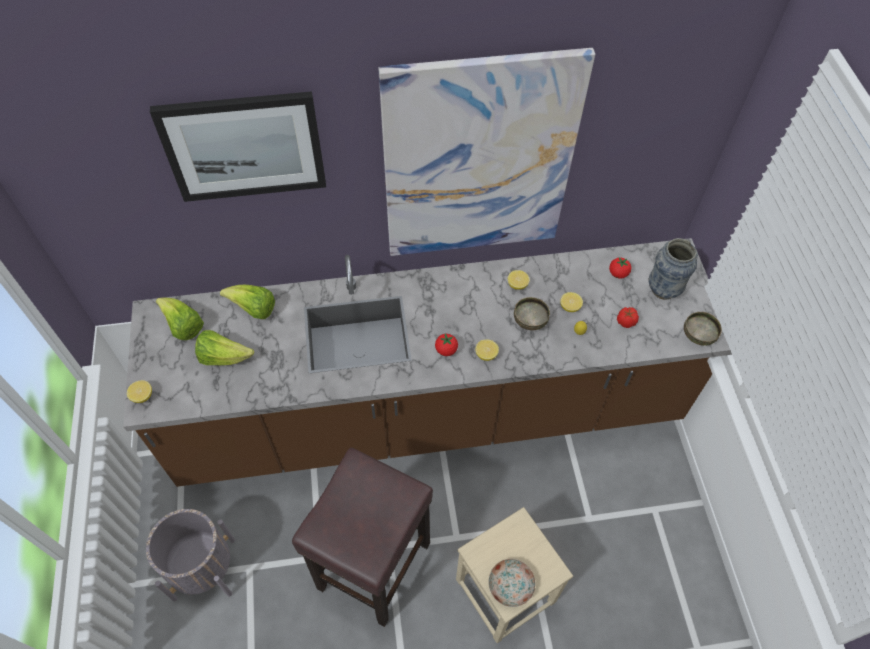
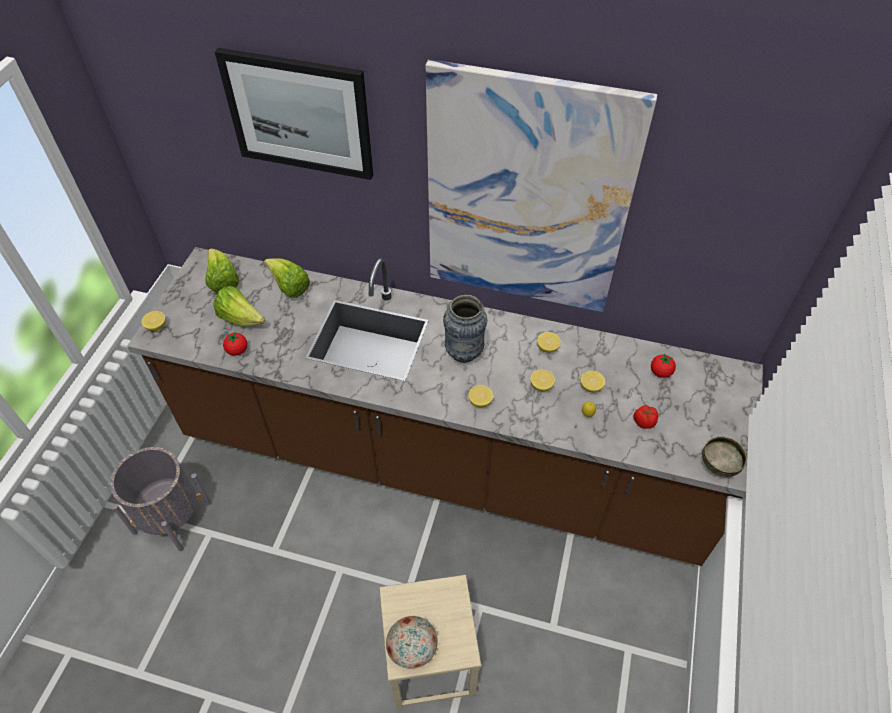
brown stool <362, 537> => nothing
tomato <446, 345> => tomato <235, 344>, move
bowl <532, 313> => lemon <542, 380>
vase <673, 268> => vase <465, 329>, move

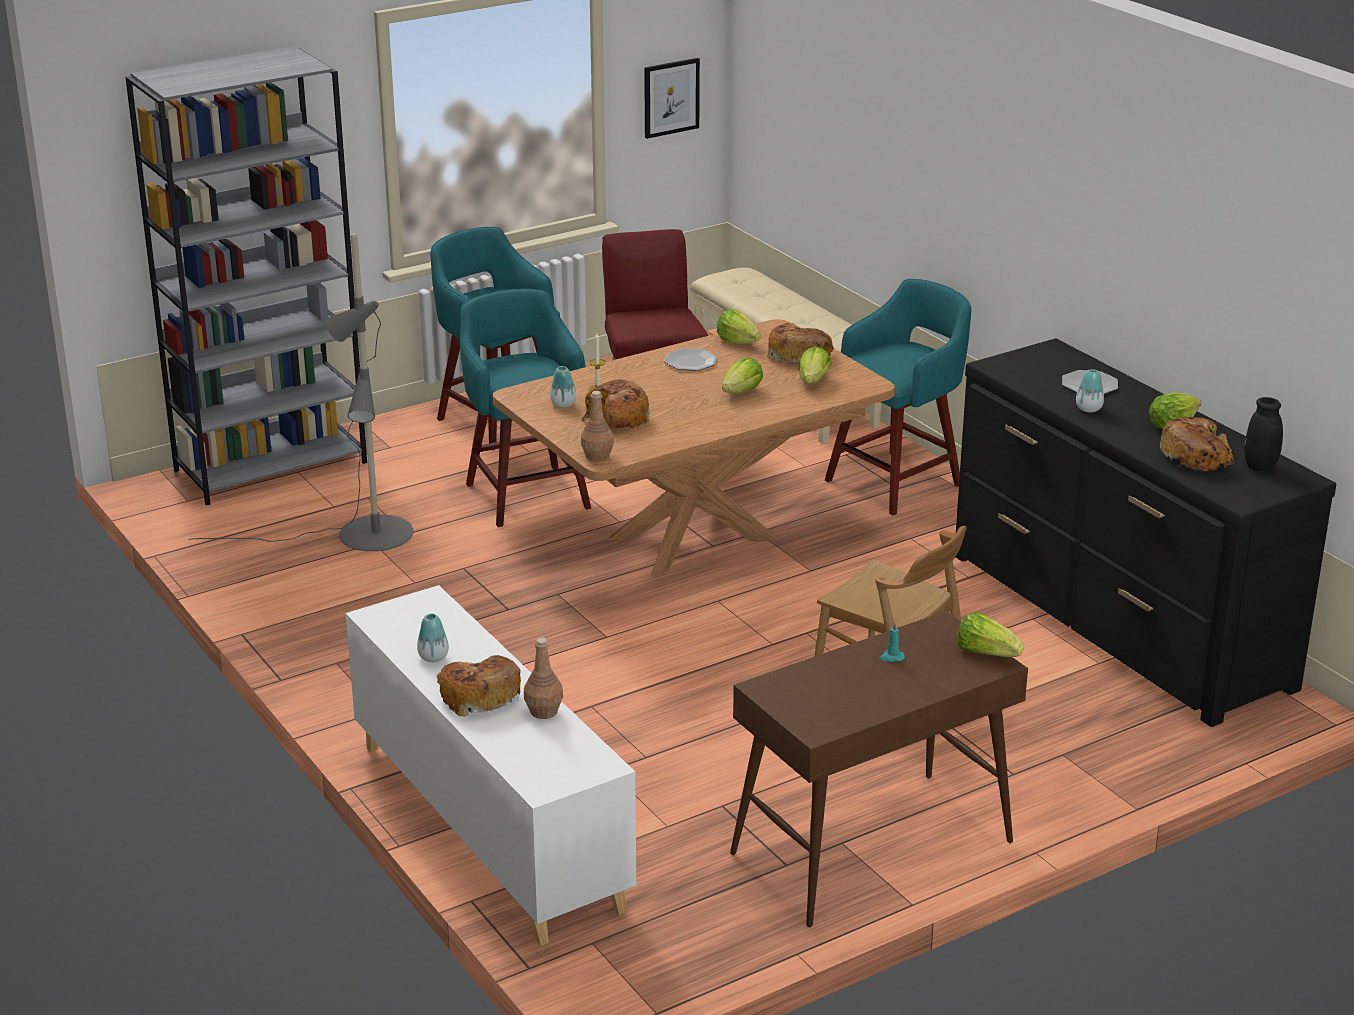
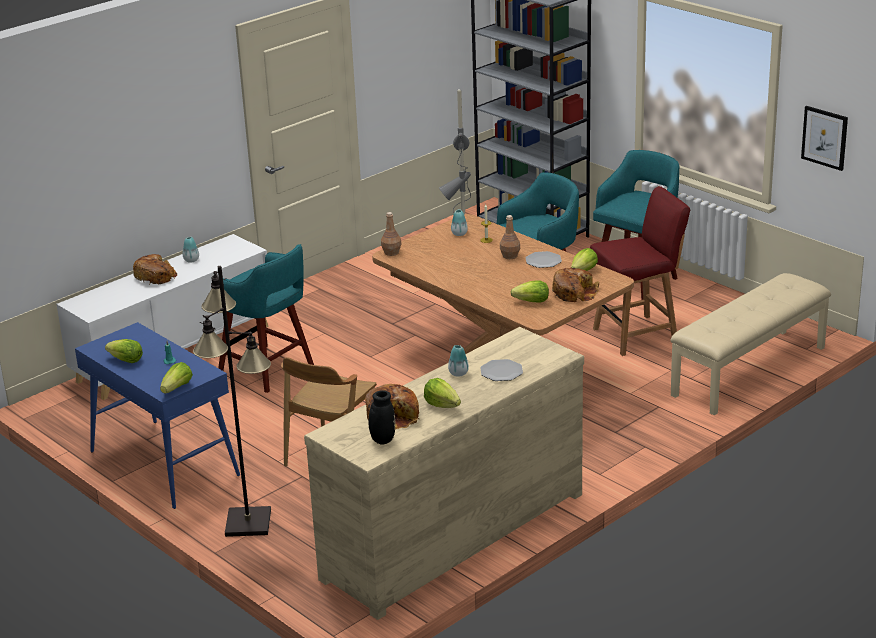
brown bottle <543, 678> => brown bottle <510, 237>, move
bread <615, 404> => nothing
lettuce <742, 375> => lettuce <124, 351>, move
brown console table <879, 769> => blue console table <157, 415>
turquoise stool <898, 397> => turquoise stool <266, 318>, move
black dresser <1146, 532> => beige dresser <444, 473>
nothing => black floor lamp <232, 401>

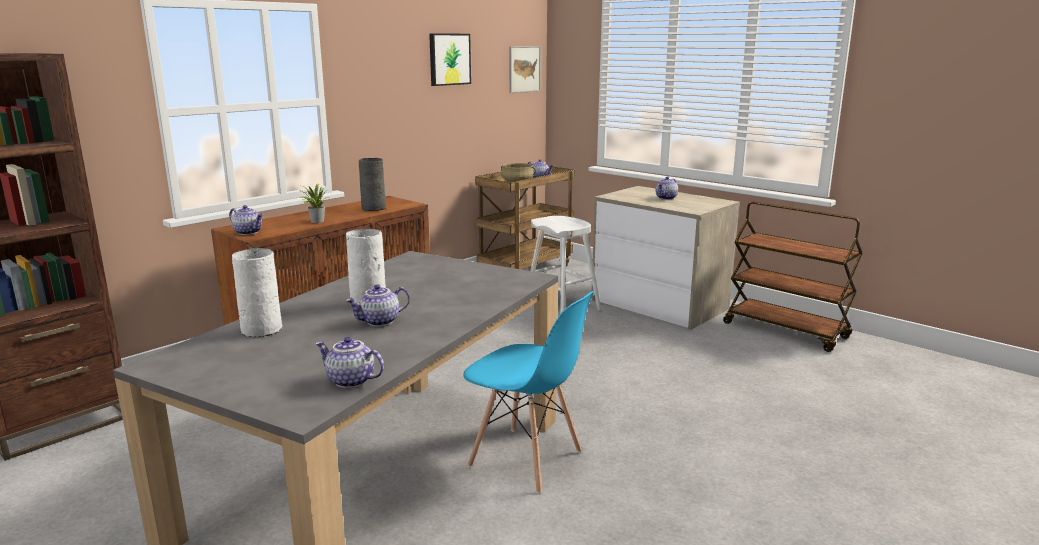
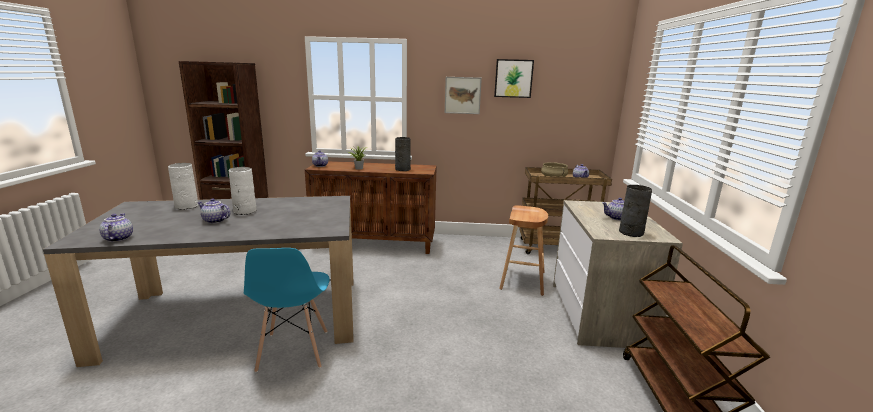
picture <525, 69> => picture <463, 95>, move
white stool <565, 265> => brown stool <523, 250>
nothing => grey vase <635, 211>

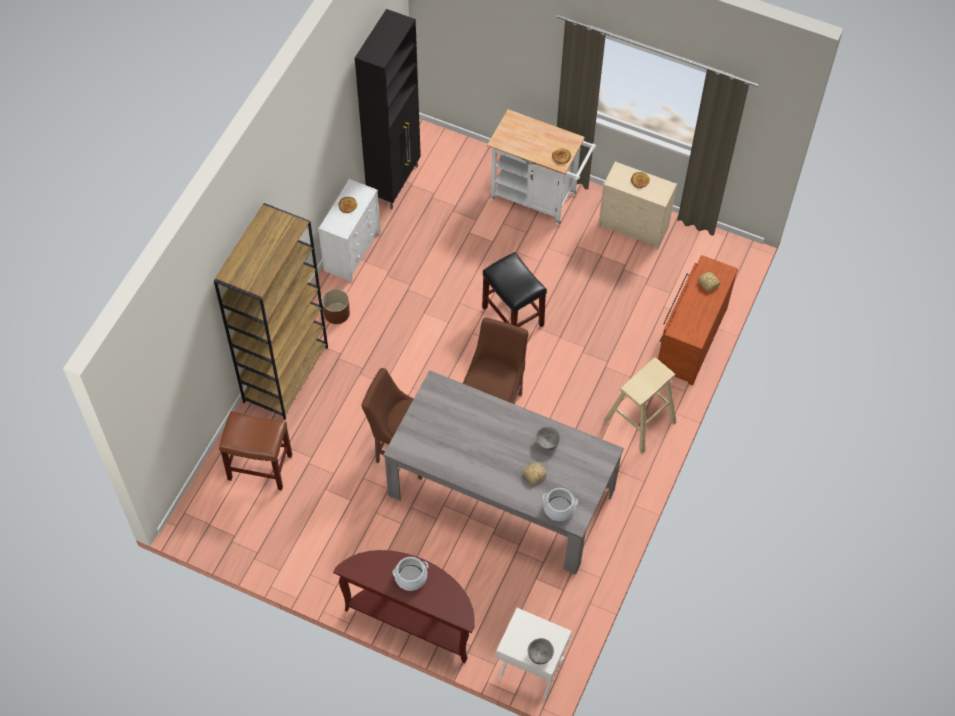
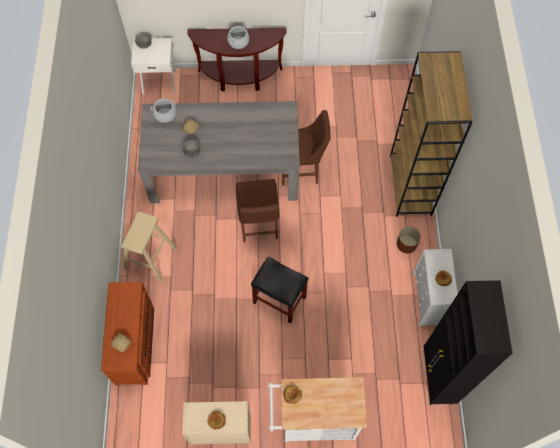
brown stool <255, 450> => nothing

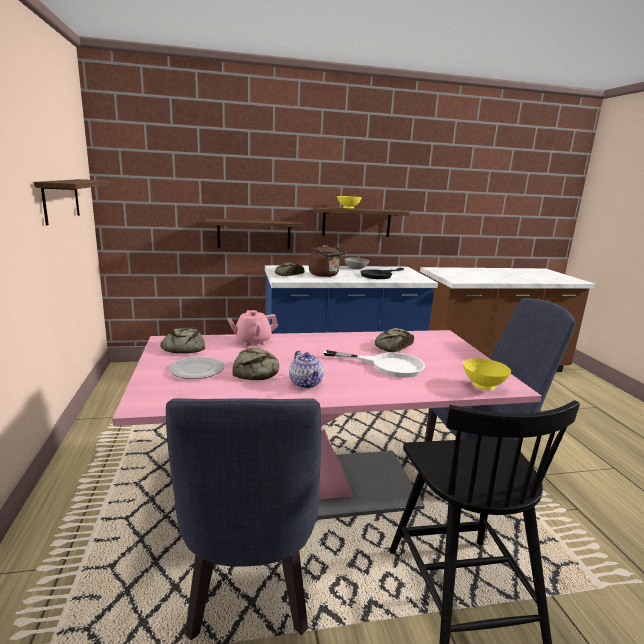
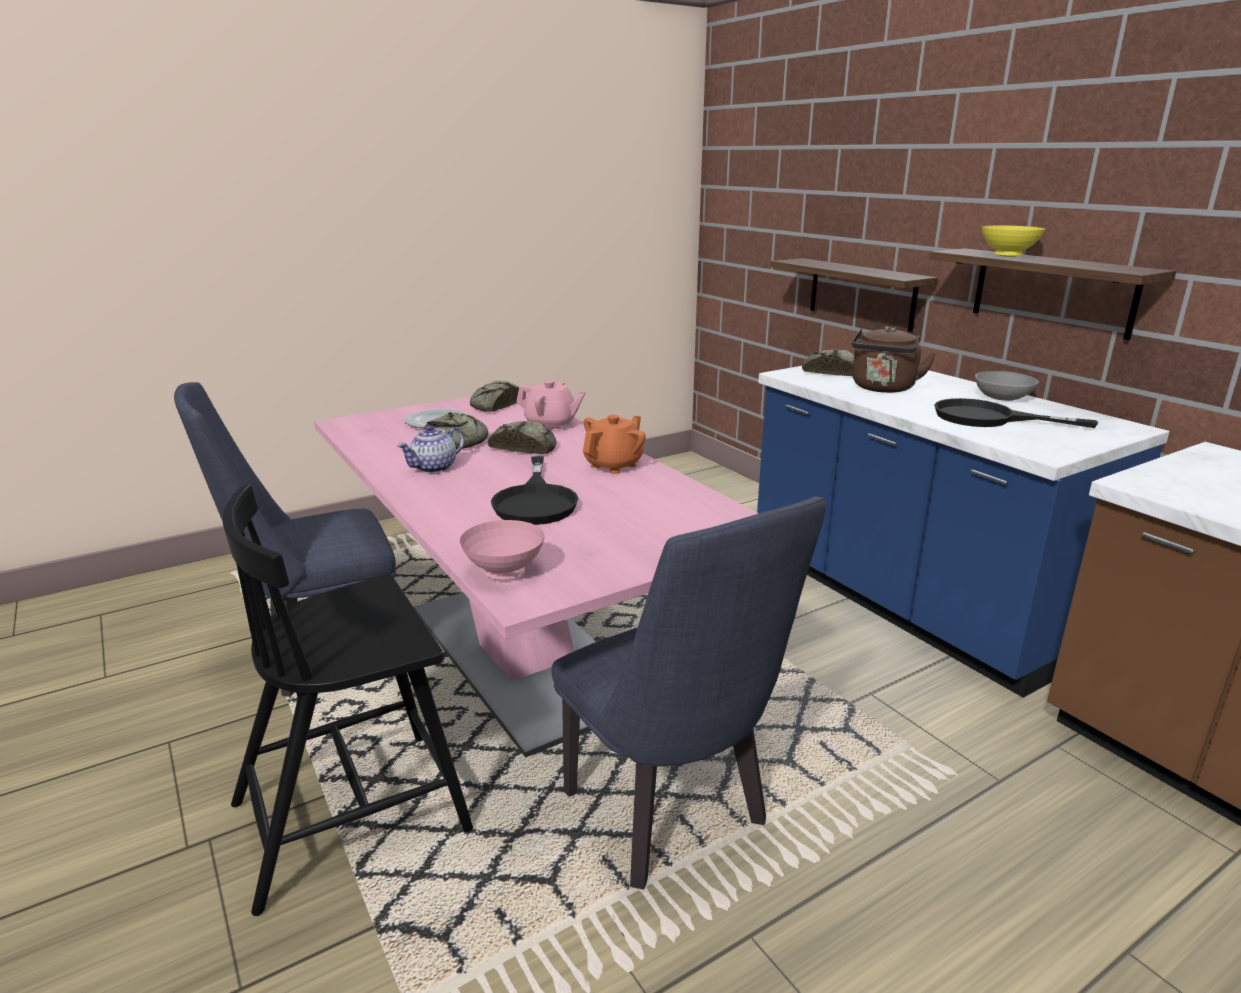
shelf <72, 202> => nothing
pink teapot <252, 328> => pink teapot <550, 405>, 150 degrees clockwise
white frying pan <374, 364> => black frying pan <535, 490>
bread <394, 340> => bread <522, 437>, move
yellow bowl <487, 374> => pink bowl <502, 549>
nothing => orange teapot <614, 444>

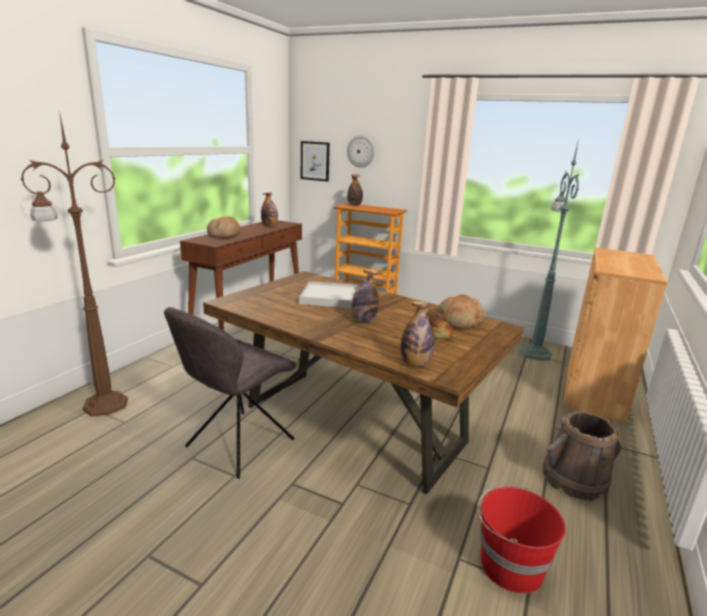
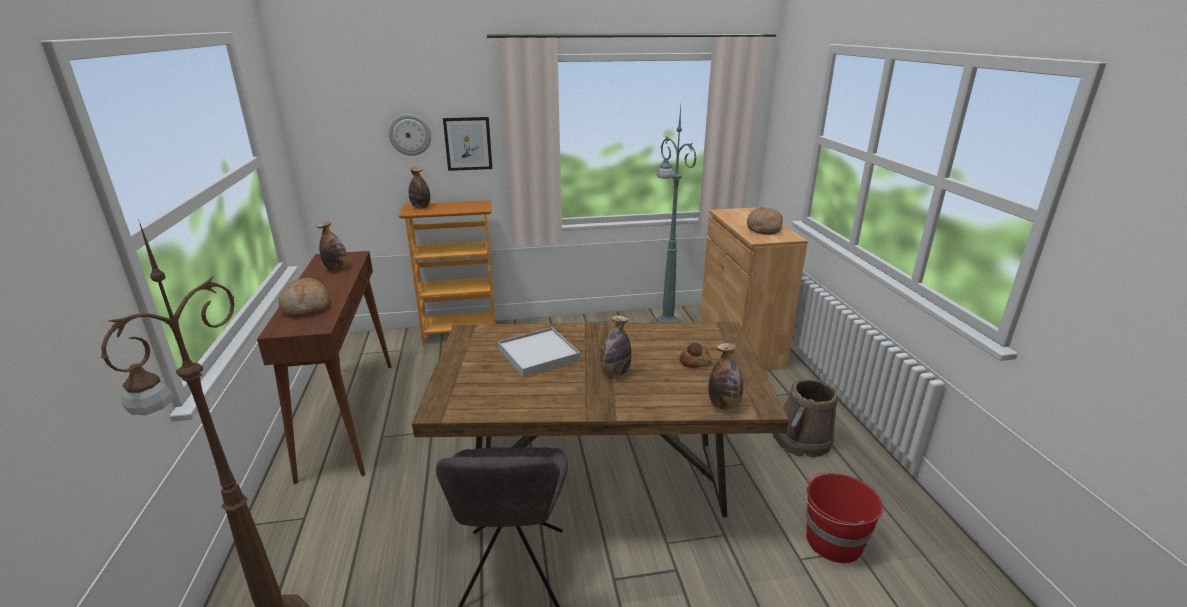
picture <315, 161> => picture <467, 144>, move
bread <461, 311> => bread <765, 221>, move

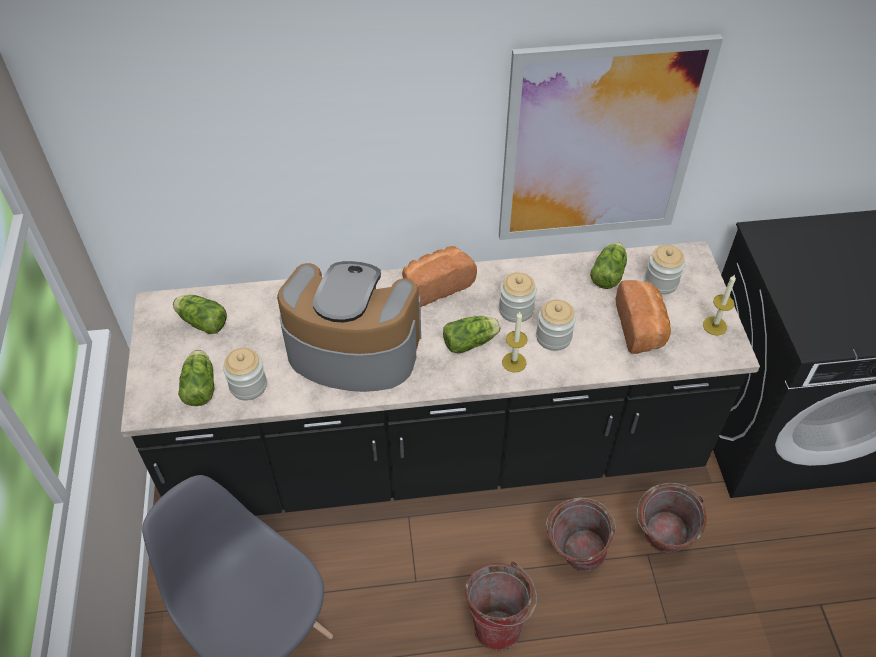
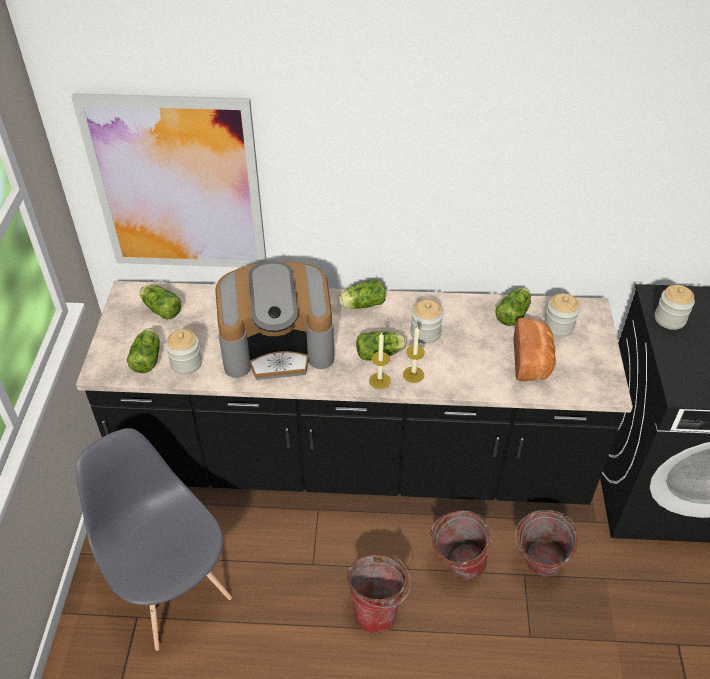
coffee machine <349, 326> => coffee machine <274, 320>, 150 degrees clockwise
bread <439, 276> => lettuce <362, 294>
picture <611, 137> => picture <169, 180>, move
jar <556, 325> => jar <675, 307>, move
candle <719, 305> => candle <380, 360>, move

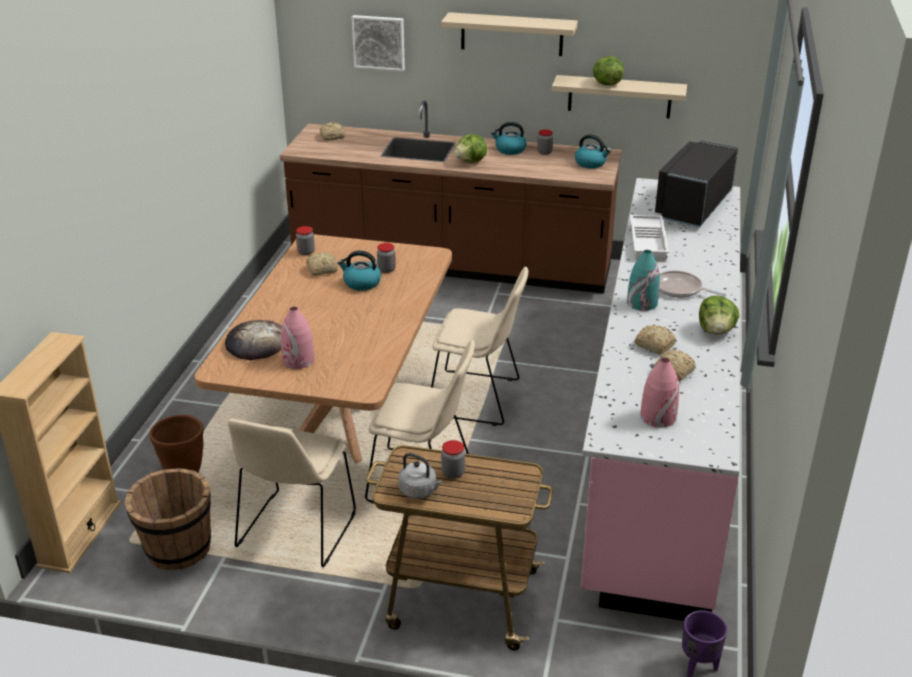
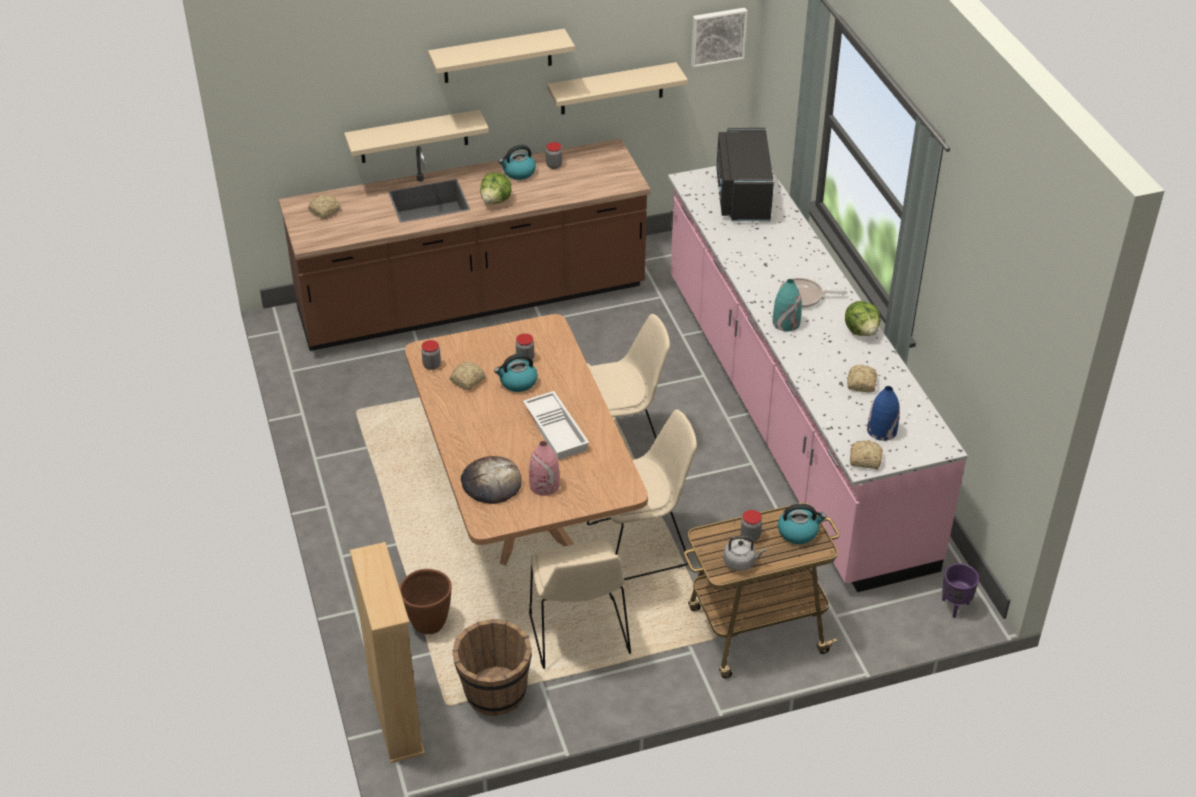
picture <378, 43> => picture <719, 38>, move
kettle <593, 151> => kettle <802, 524>, move
lettuce <608, 70> => nothing
white tray <649, 238> => white tray <556, 425>, move
bread <655, 340> => bread <866, 454>, move
pink vase <659, 393> => blue vase <883, 413>
nothing => beige shelf <416, 136>

